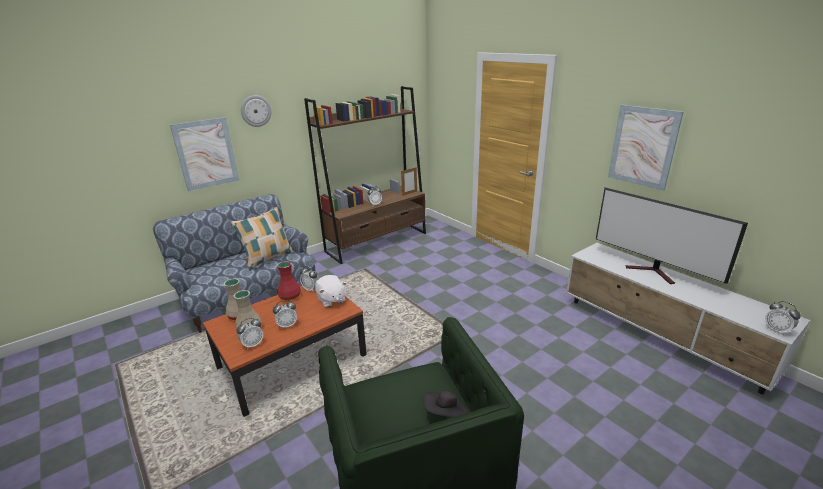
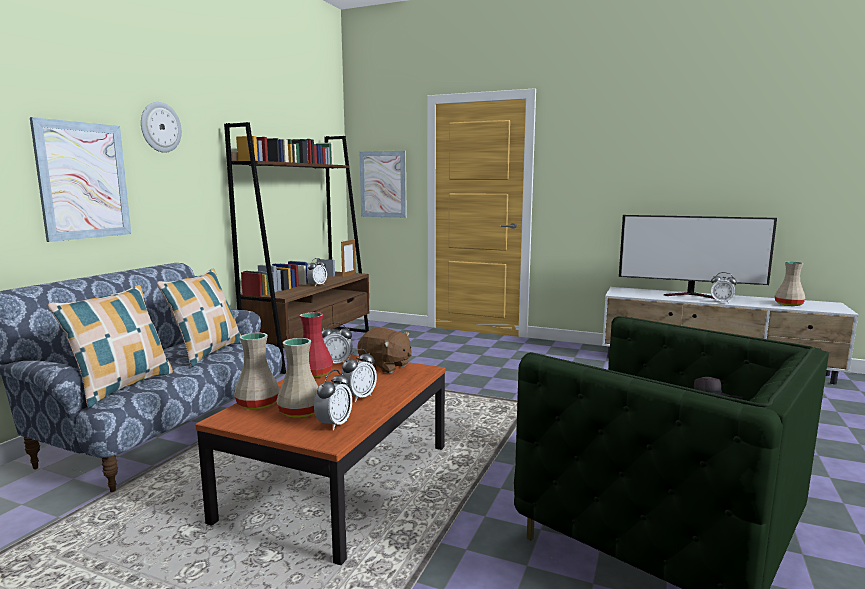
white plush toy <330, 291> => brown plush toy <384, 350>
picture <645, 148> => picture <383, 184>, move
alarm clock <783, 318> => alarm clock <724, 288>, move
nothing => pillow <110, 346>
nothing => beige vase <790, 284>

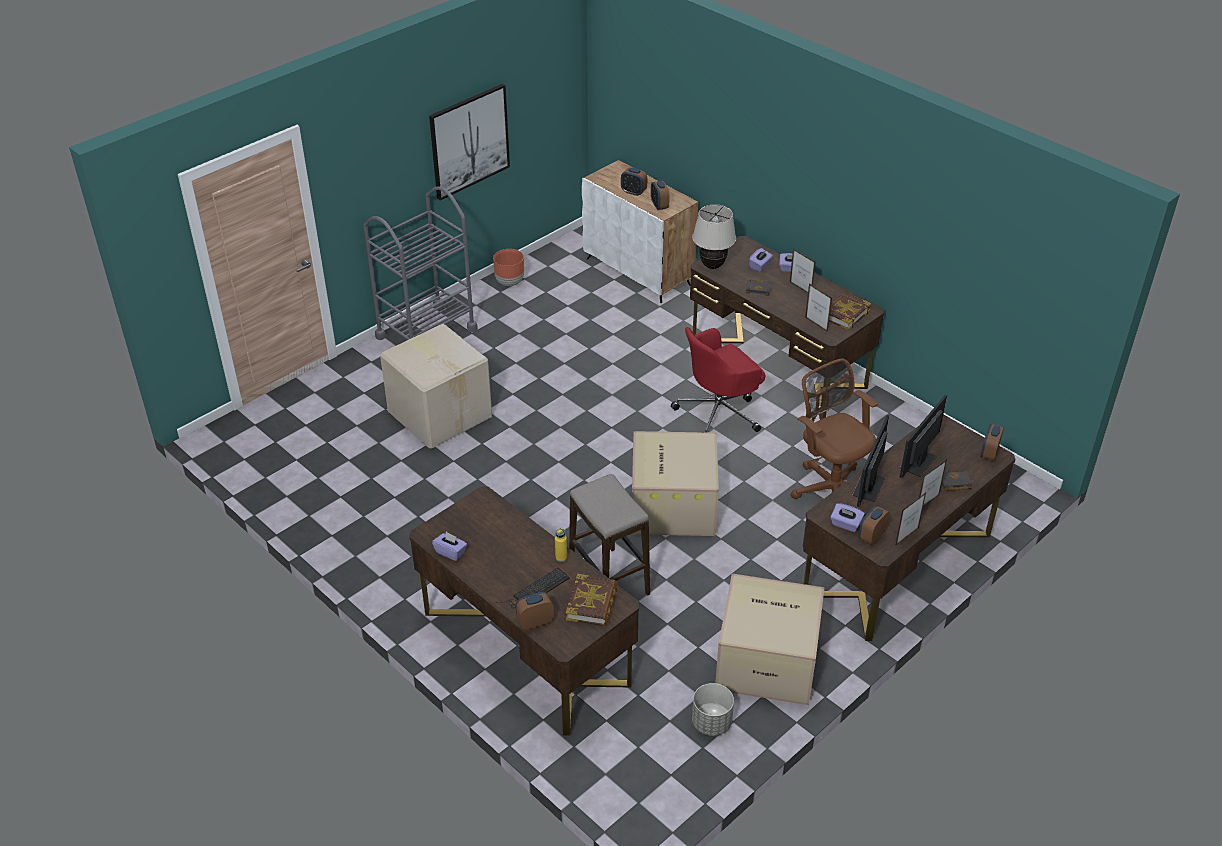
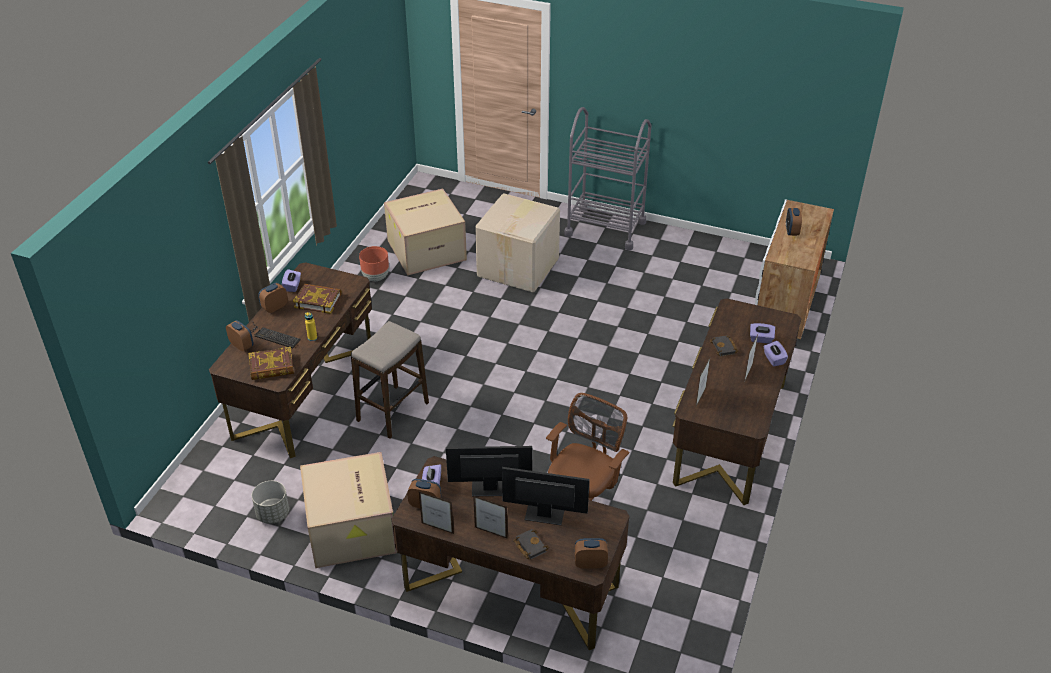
picture <469, 142> => nothing
brown planter <508, 267> => brown planter <374, 263>, move
cardboard box <675, 483> => cardboard box <425, 232>, move
alarm clock <660, 195> => alarm clock <273, 298>, move
red office chair <718, 380> => nothing
beige table lamp <714, 236> => nothing
book <850, 311> => book <317, 299>, move

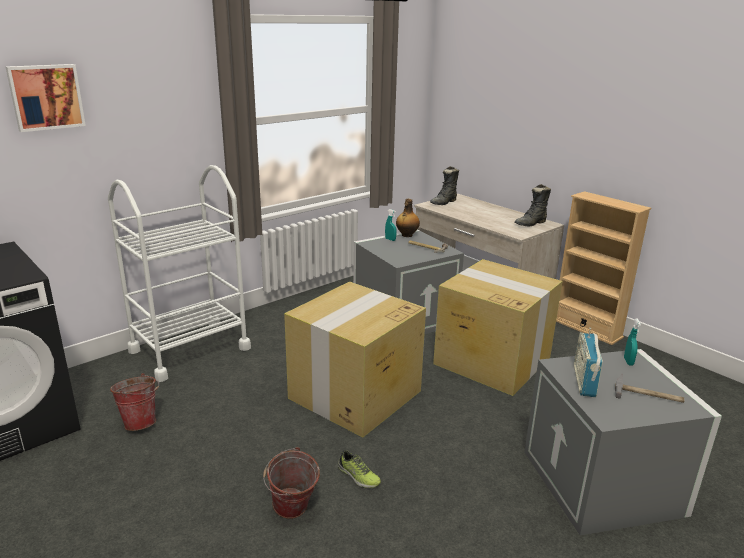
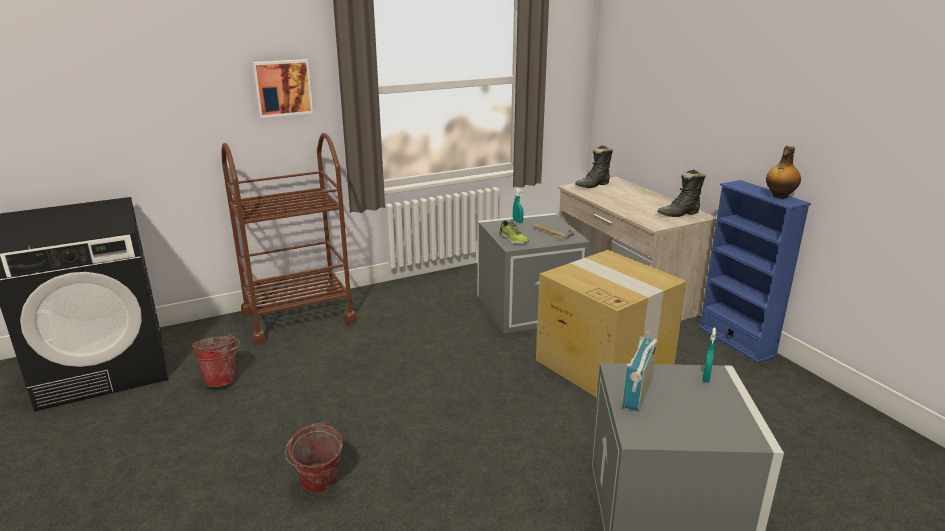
picture <45, 98> => picture <282, 88>, move
white cart <179, 273> => brown cart <289, 239>
cardboard box <355, 359> => nothing
shoe <359, 469> => shoe <514, 232>, move
bottle <408, 218> => bottle <783, 172>, move
beige bookcase <603, 268> => blue bookcase <754, 271>
hammer <650, 388> => nothing

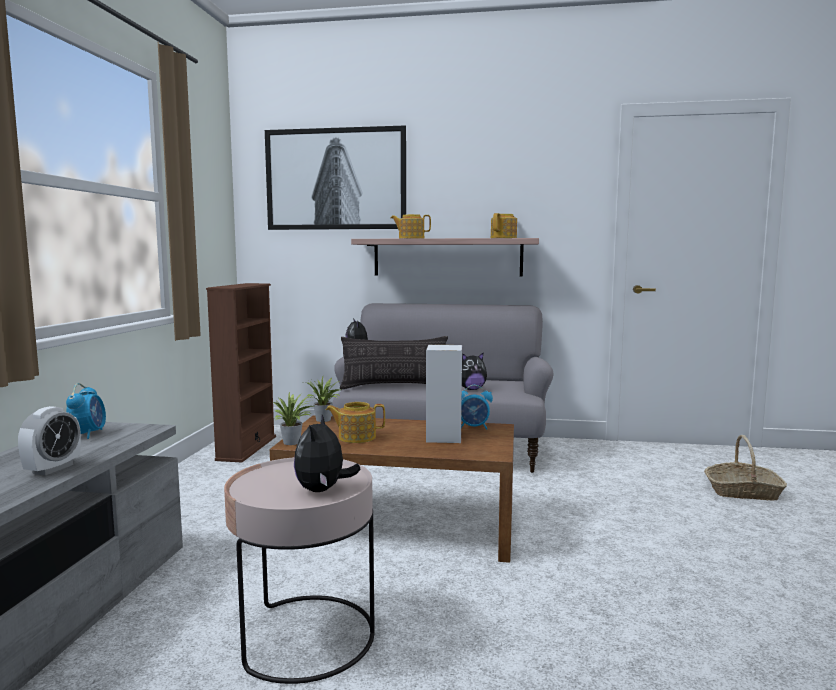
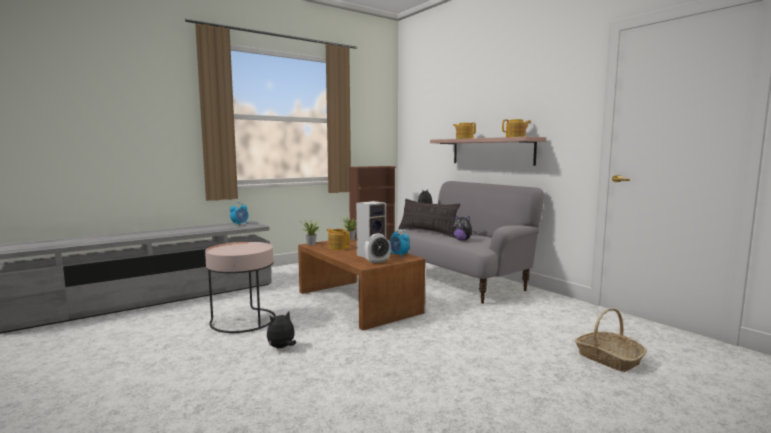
alarm clock <49, 441> => alarm clock <377, 248>, move
picture <335, 177> => nothing
plush toy <327, 453> => plush toy <281, 330>, move

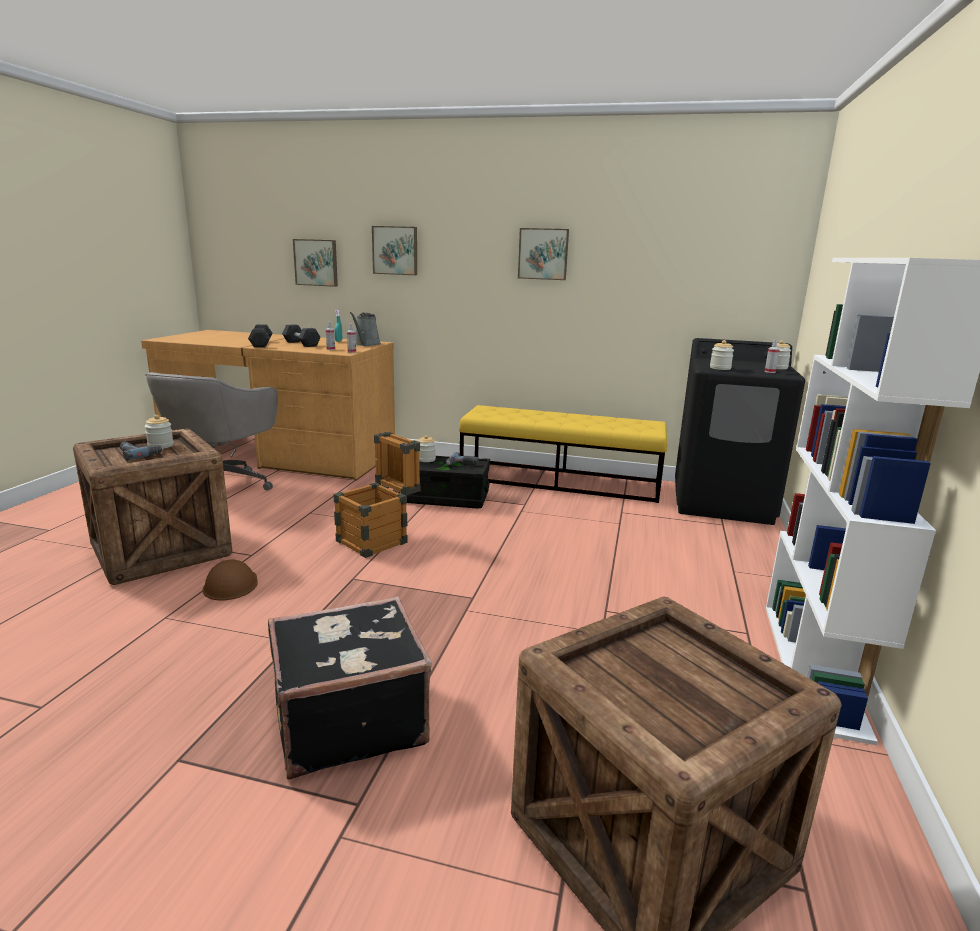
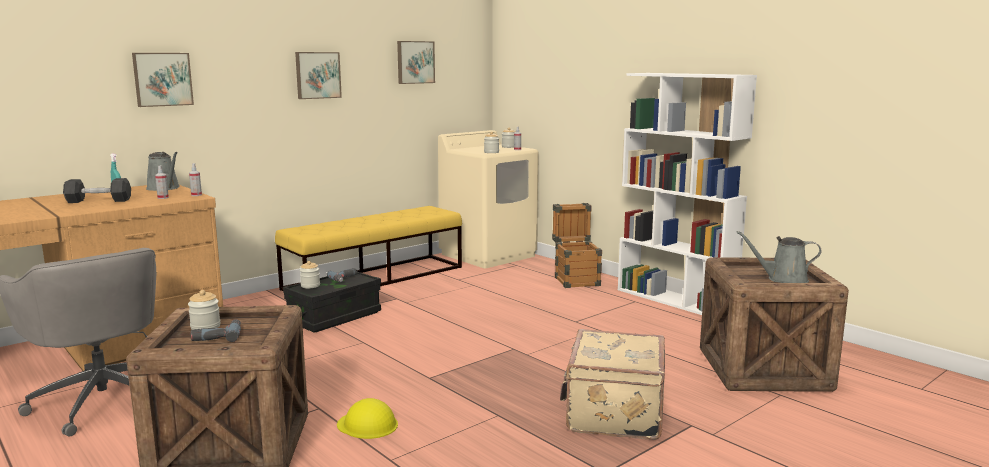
brown hard hat <230, 579> => yellow hard hat <367, 418>
black dumbbell <260, 336> => nothing
black suitcase <350, 688> => beige suitcase <612, 384>
picture <315, 263> => picture <416, 62>, move
crate <377, 495> => crate <577, 245>, move
black washing machine <740, 431> => beige washing machine <488, 199>
nothing => grey watering can <779, 257>

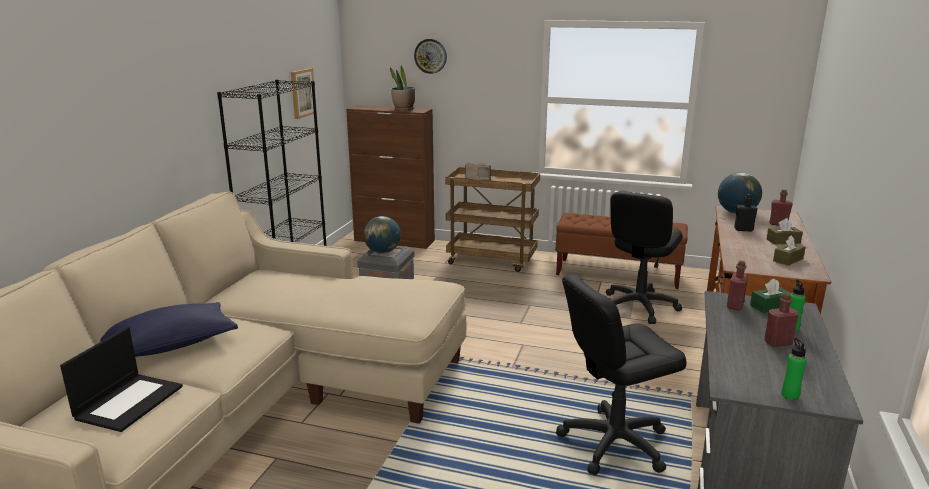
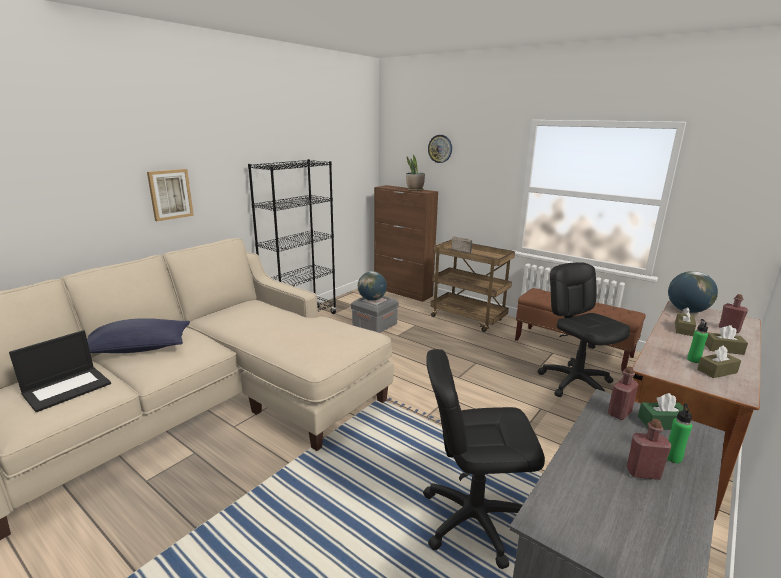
picture <302, 93> => picture <170, 195>, move
black office chair <644, 257> => black office chair <584, 329>, 105 degrees clockwise
black bottle <746, 212> => brown tissue box <685, 321>
green bottle <794, 369> => green bottle <697, 341>, move

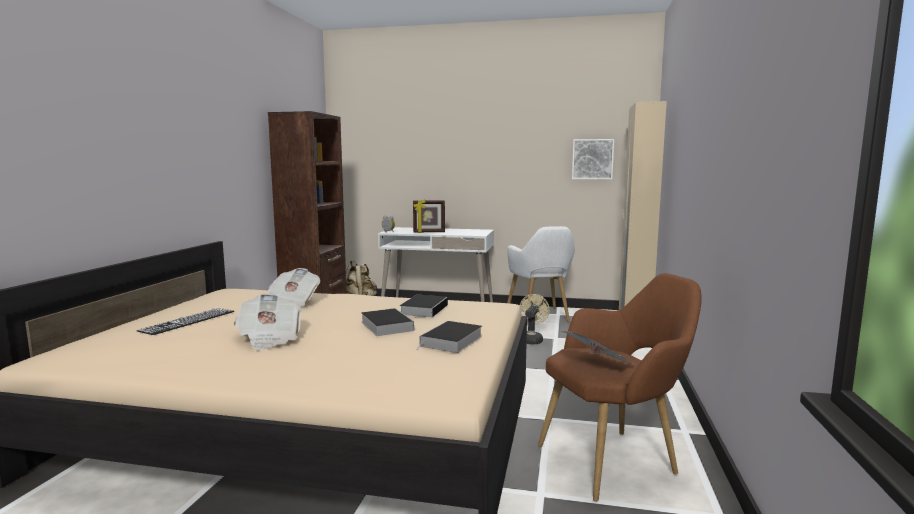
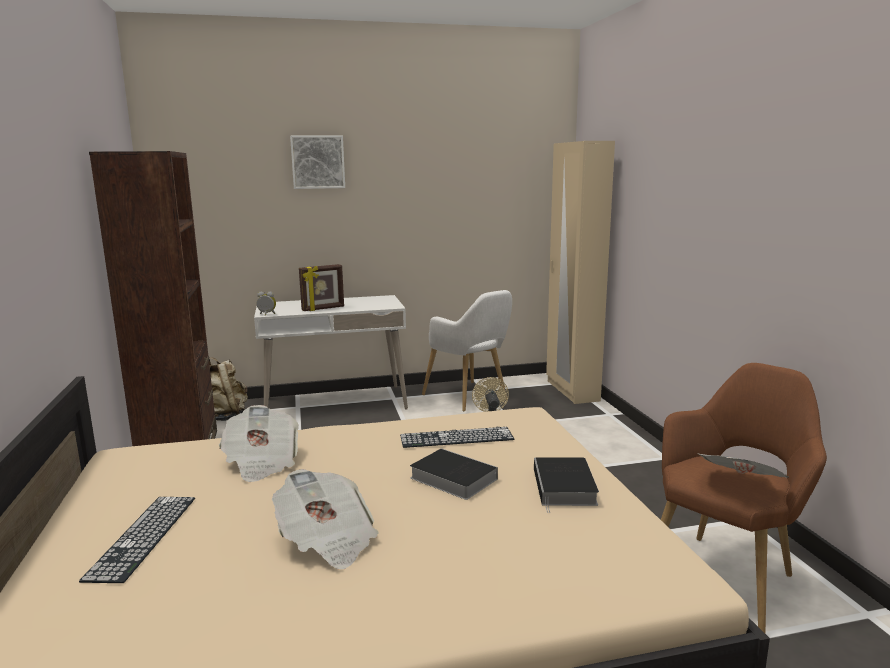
book <424, 306> => keyboard <457, 437>
picture <593, 159> => picture <317, 162>, move

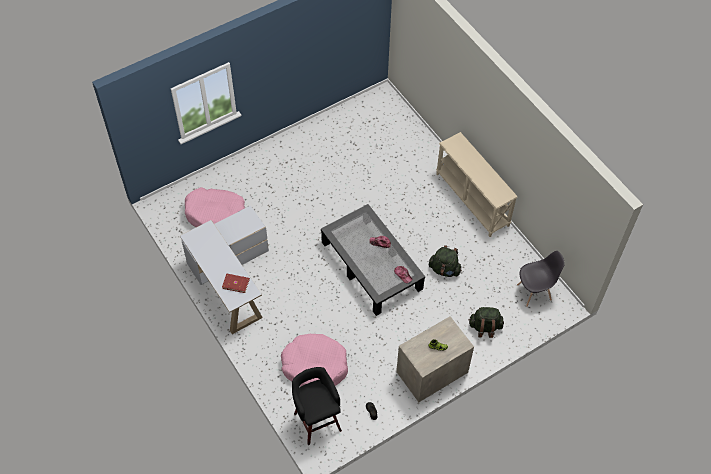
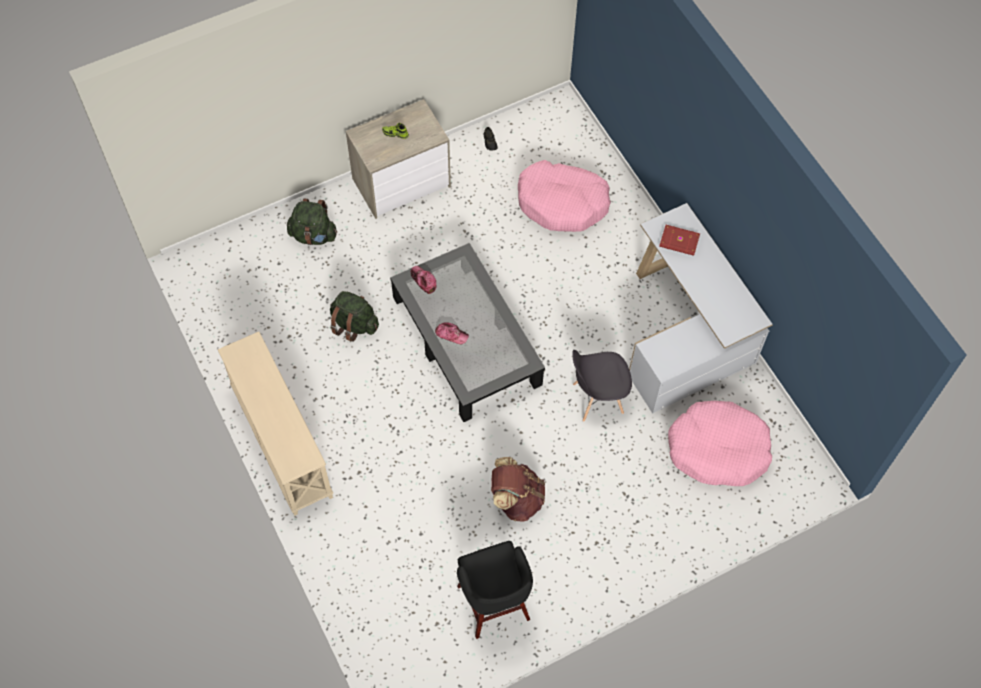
black stool <317, 406> => black stool <495, 590>, move
grey chair <541, 279> => grey chair <602, 386>, move
nothing => brown backpack <518, 489>

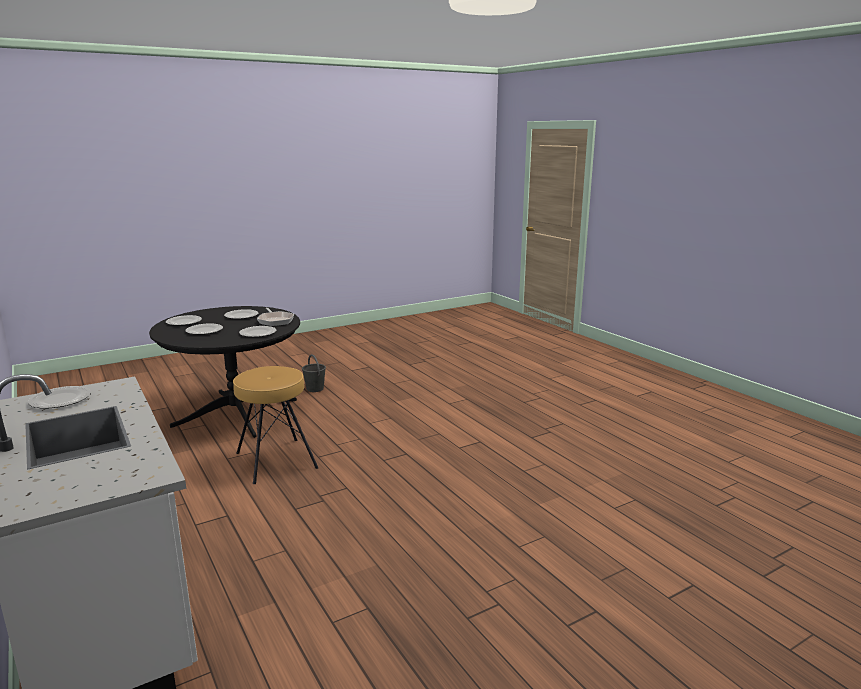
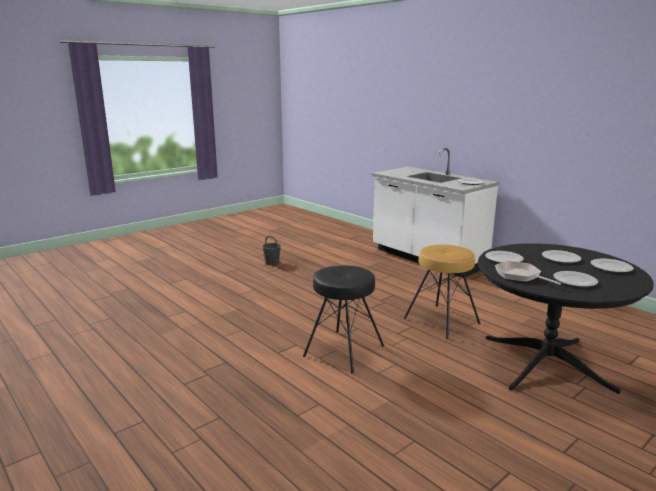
grey bucket <314, 373> => grey bucket <271, 250>, move
nothing => black stool <343, 319>

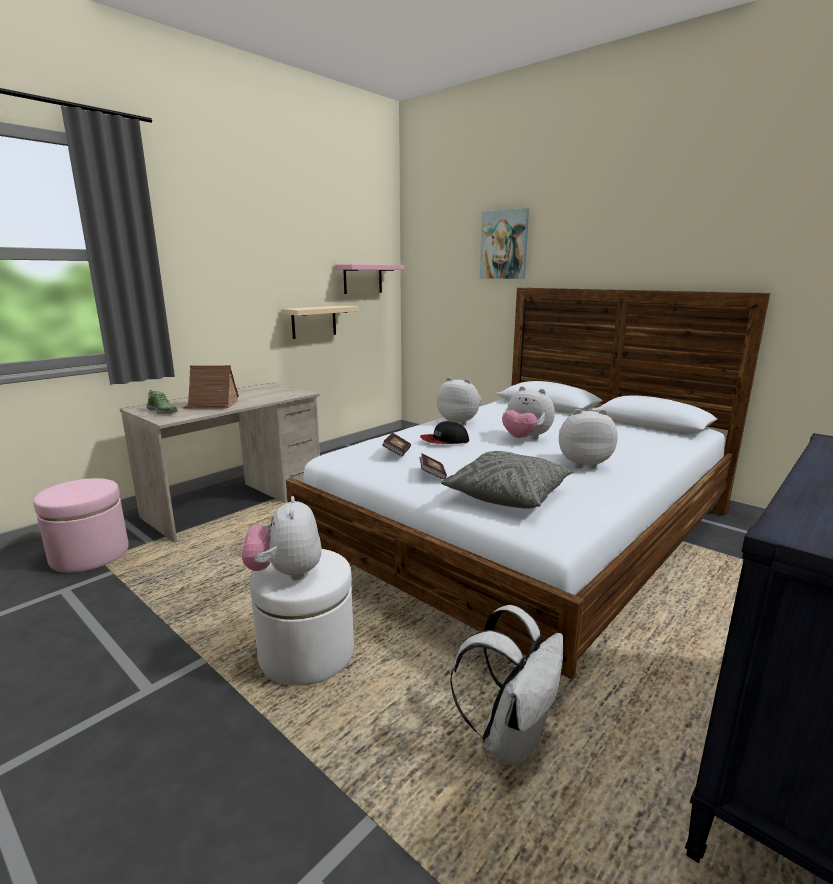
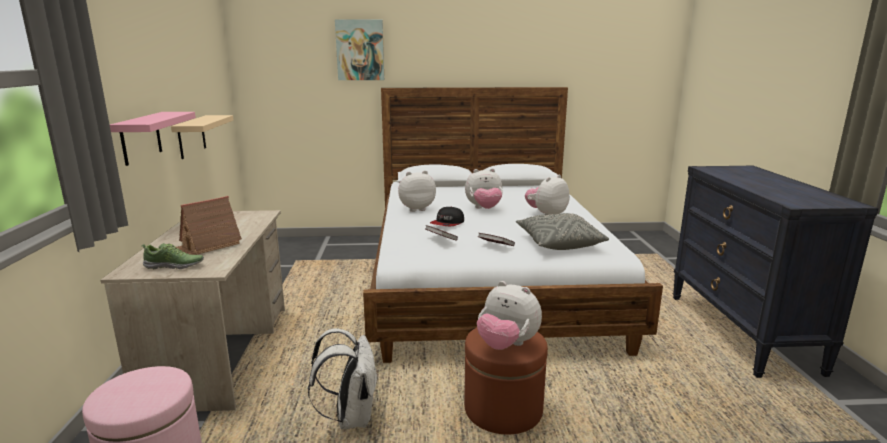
white ottoman <301, 617> => brown ottoman <506, 381>
pink shelf <369, 279> => pink shelf <153, 139>, move
white backpack <506, 686> => white backpack <343, 378>, move

